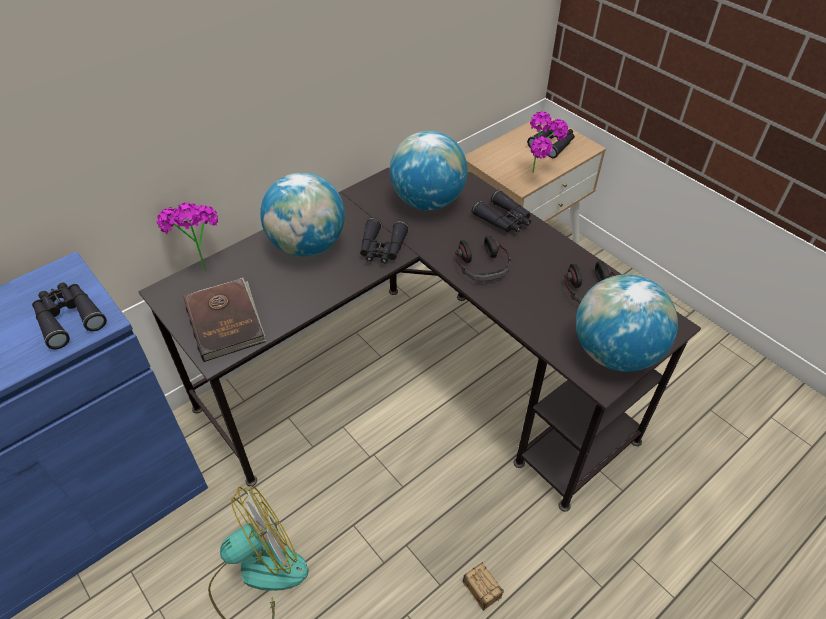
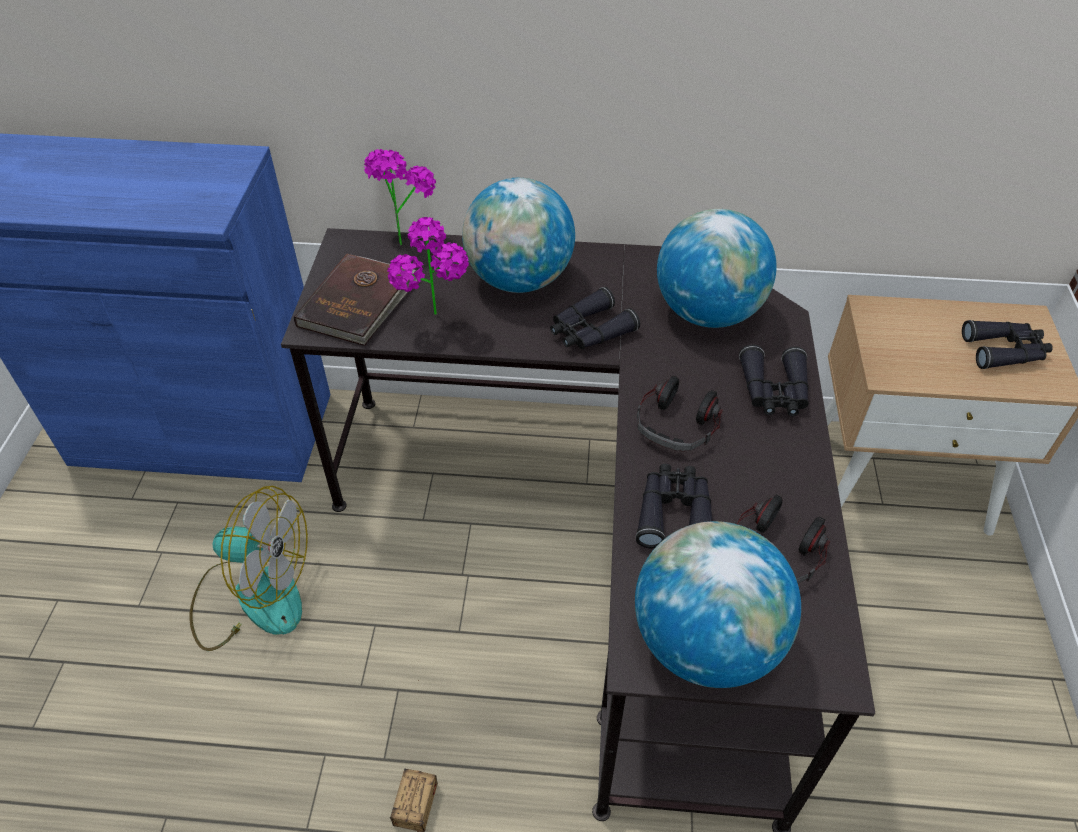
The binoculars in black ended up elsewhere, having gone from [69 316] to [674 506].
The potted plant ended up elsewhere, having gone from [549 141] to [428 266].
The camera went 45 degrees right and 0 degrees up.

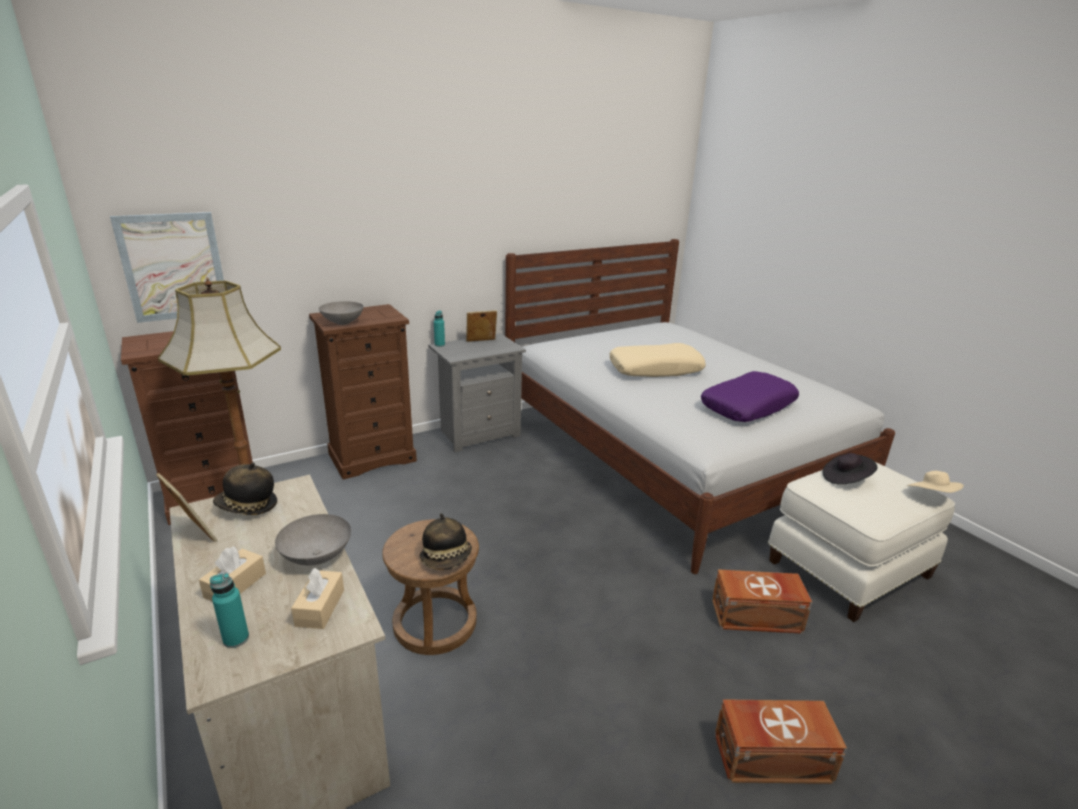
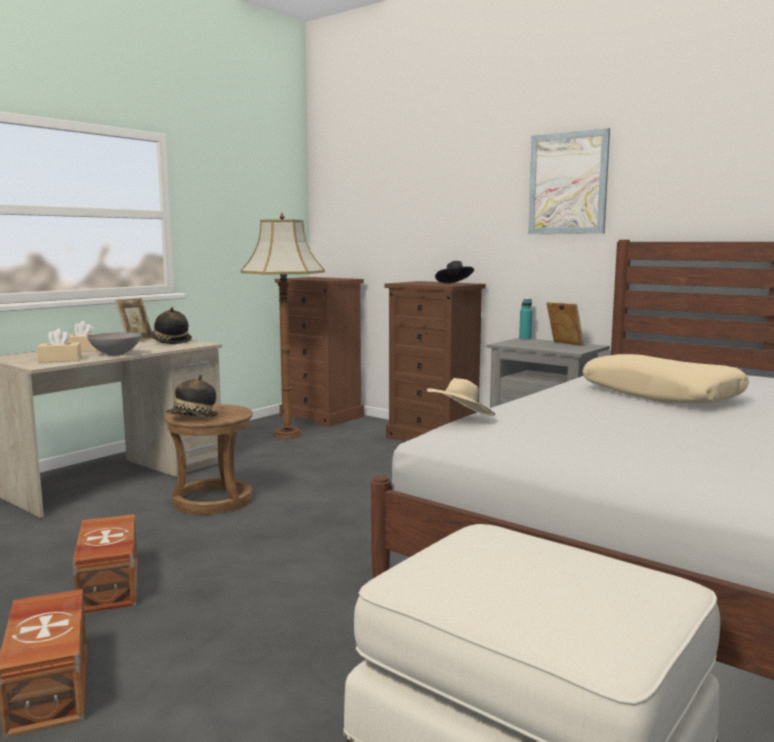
The second view lost the bottle in turquoise at [229 611].
The second view lost the bowl in grey at [341 313].
The second view lost the pillow in purple at [750 396].
The picture ended up elsewhere, having gone from [167 267] to [569 181].
The storage box in brown ended up elsewhere, having gone from [762 601] to [105 563].
The hat in black ended up elsewhere, having gone from [850 469] to [454 272].
The hat in beige ended up elsewhere, having gone from [935 482] to [461 397].
The camera went 70 degrees right and 15 degrees down.

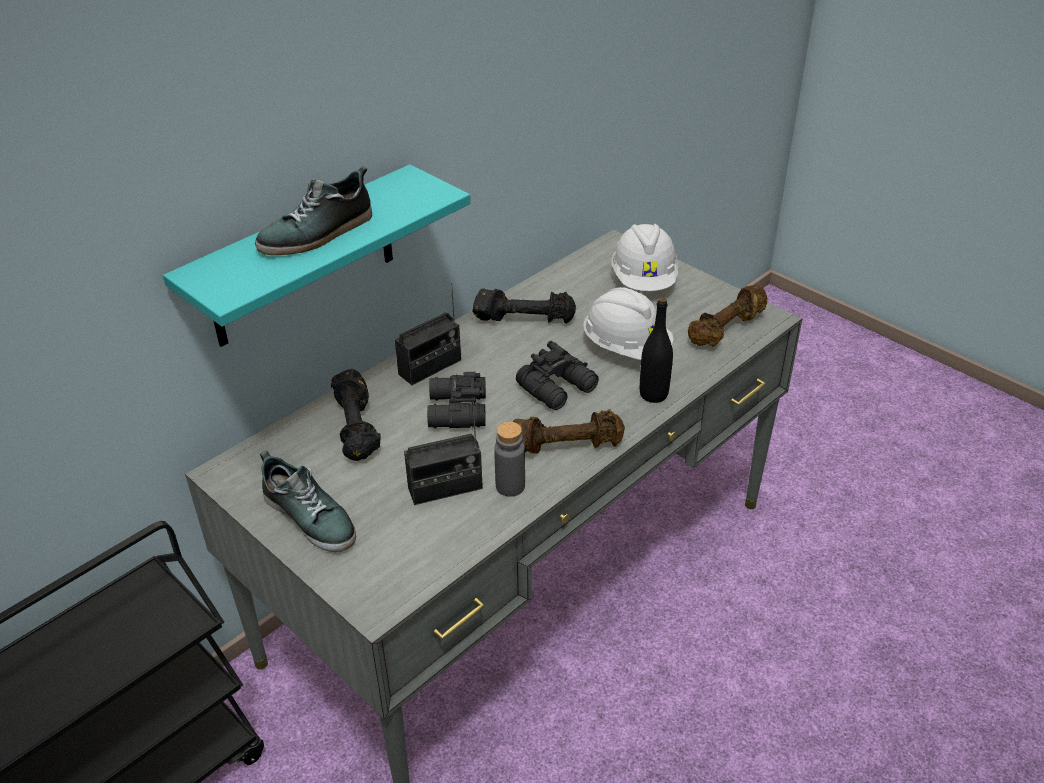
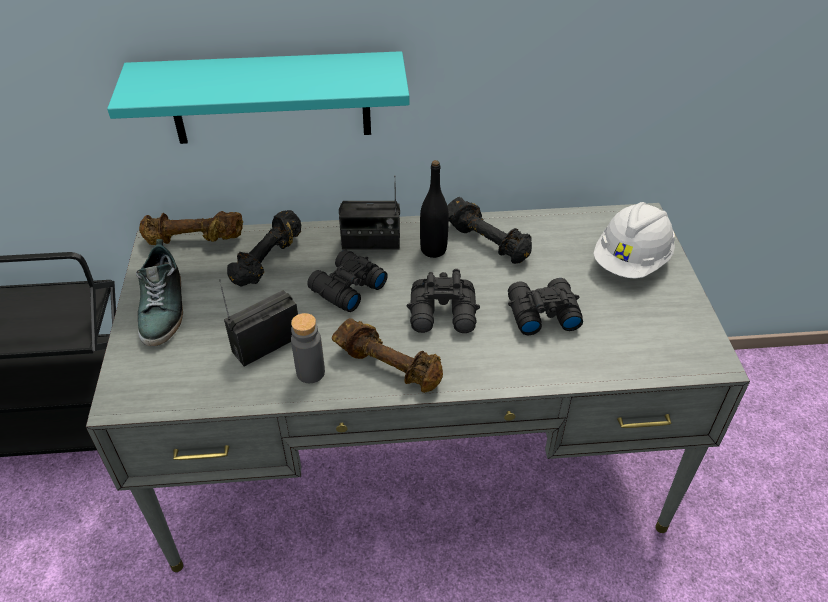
The second view lost the shoe at [313 210].
The bottle in black ended up elsewhere, having gone from [656 350] to [434 209].
The dumbbell in brown ended up elsewhere, having gone from [727 315] to [191 228].
Where the hard hat in white stood at [628 323], the binoculars in black came to stand at [545 306].
The radio at [443 455] ended up facing another way, 120 degrees clockwise from before.
The camera went 40 degrees right and 5 degrees up.

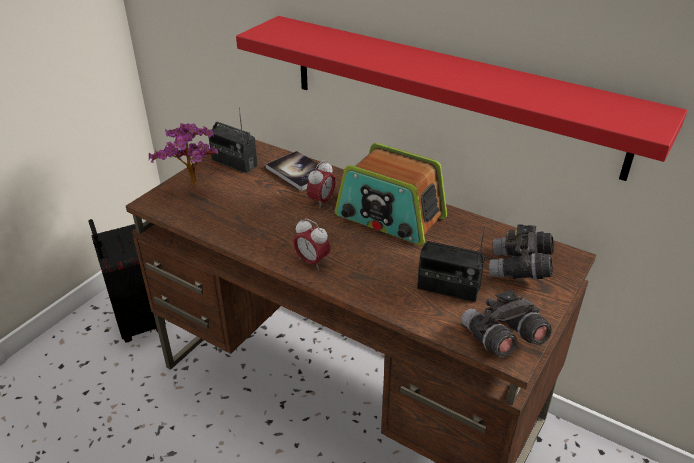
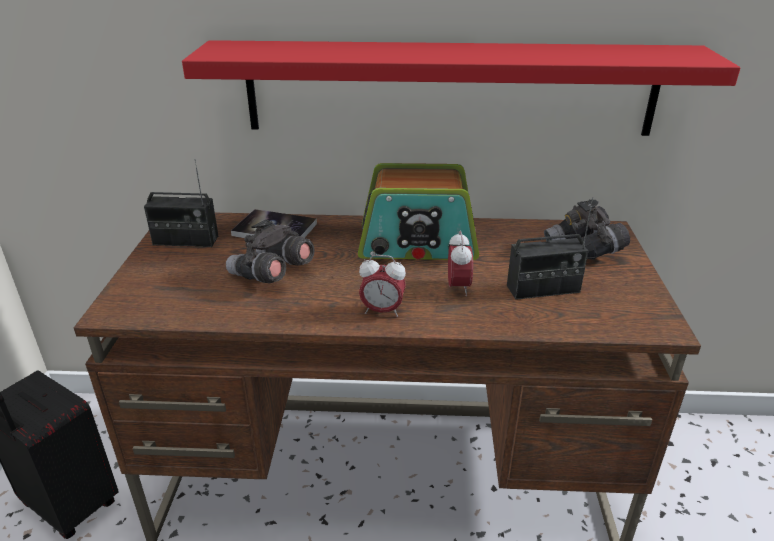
The second view lost the potted plant at [183 154].
The alarm clock ended up elsewhere, having gone from [321 183] to [460 264].
The binoculars in grey ended up elsewhere, having gone from [506 323] to [270 251].
The camera went 30 degrees left and 5 degrees down.

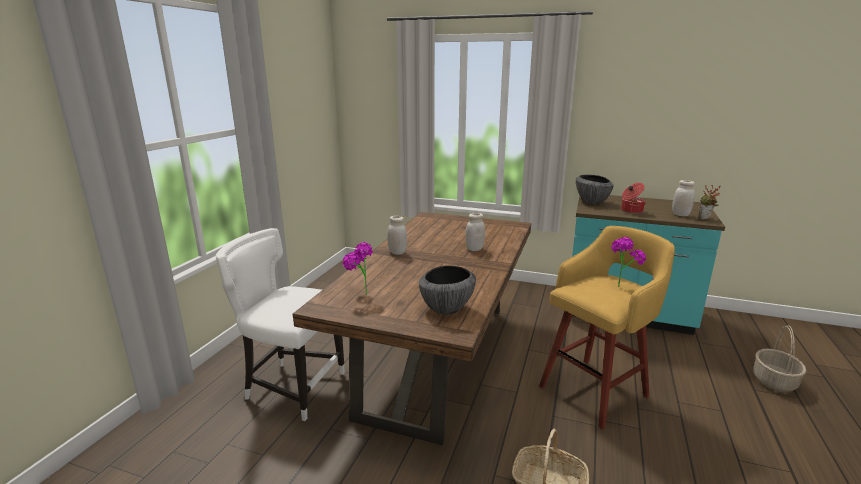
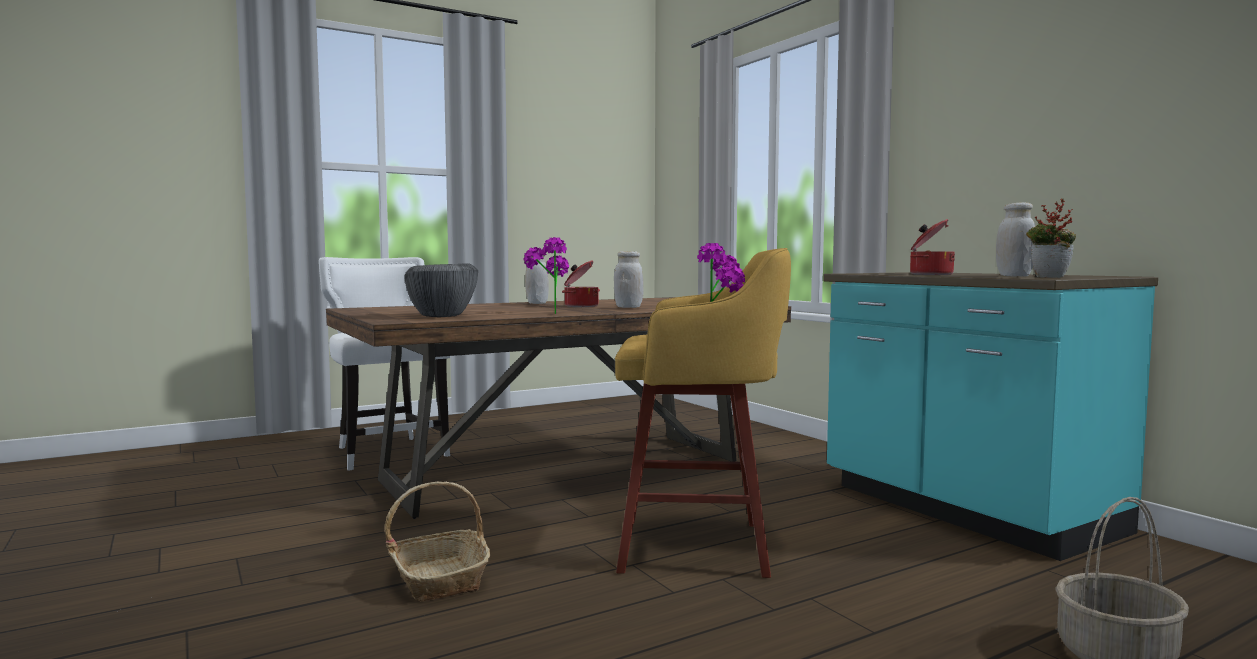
The second view lost the bowl at [595 189].
The second view gained the cooking pot at [581 284].
The potted plant ended up elsewhere, having gone from [358 268] to [546 275].
The camera went 40 degrees right and 15 degrees down.

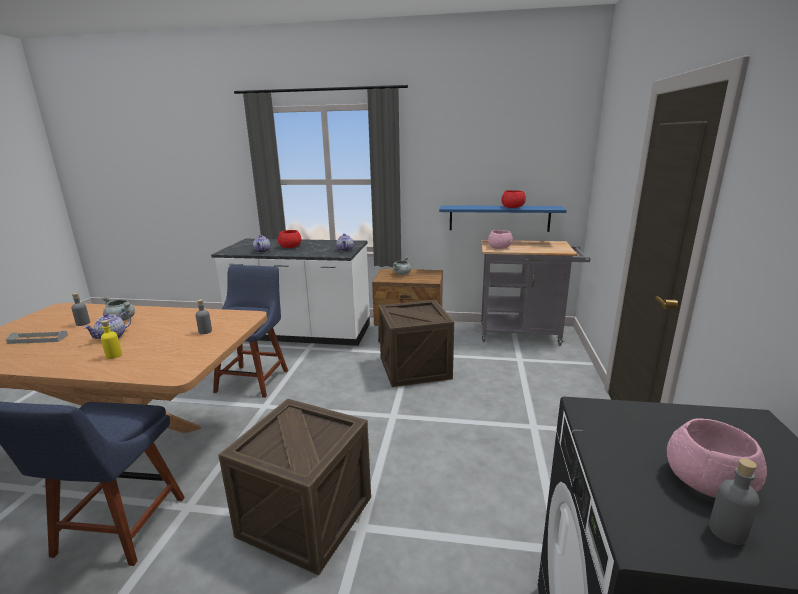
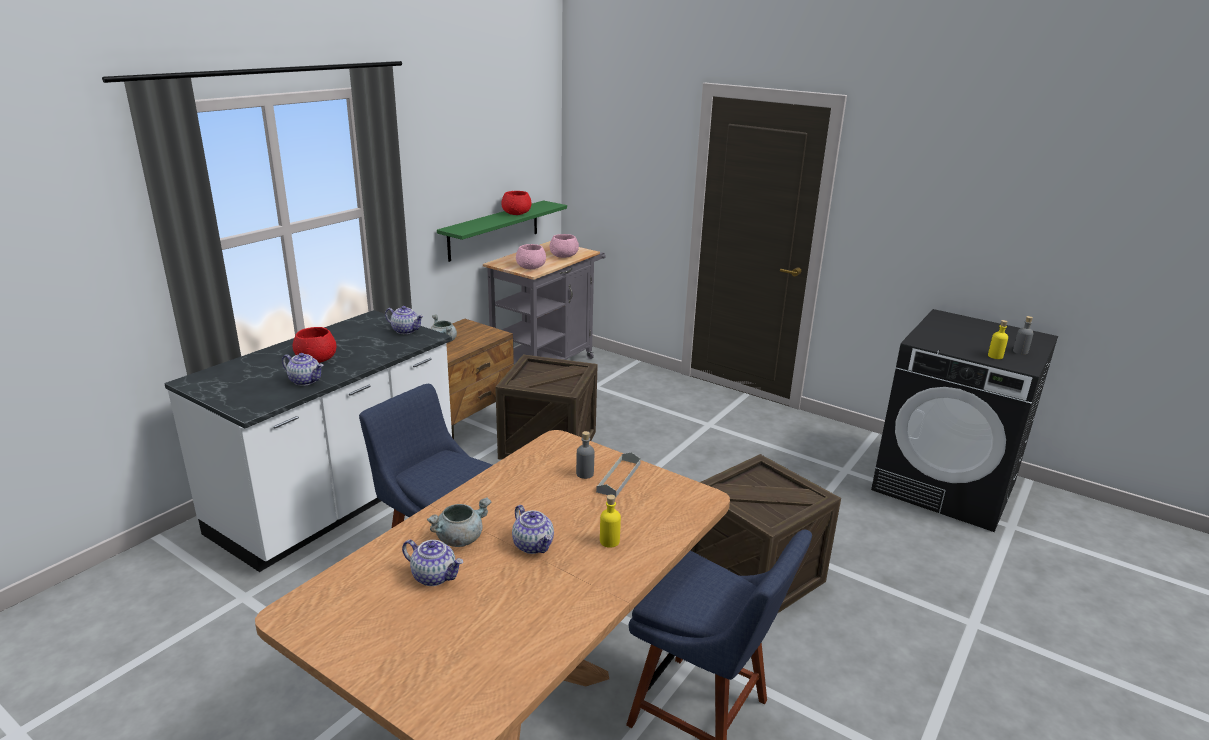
The second view gained the bottle in yellow at [998 339].
The tray in grey ended up elsewhere, having gone from [37 337] to [618 474].
The bowl in pink ended up elsewhere, having gone from [717 458] to [564 246].
Where the bottle in grey stood at [80 309], the teapot came to stand at [432 563].
What was the shelf in blue at [503 218] turned into the shelf in green at [502 231].
The camera went 65 degrees left and 5 degrees up.

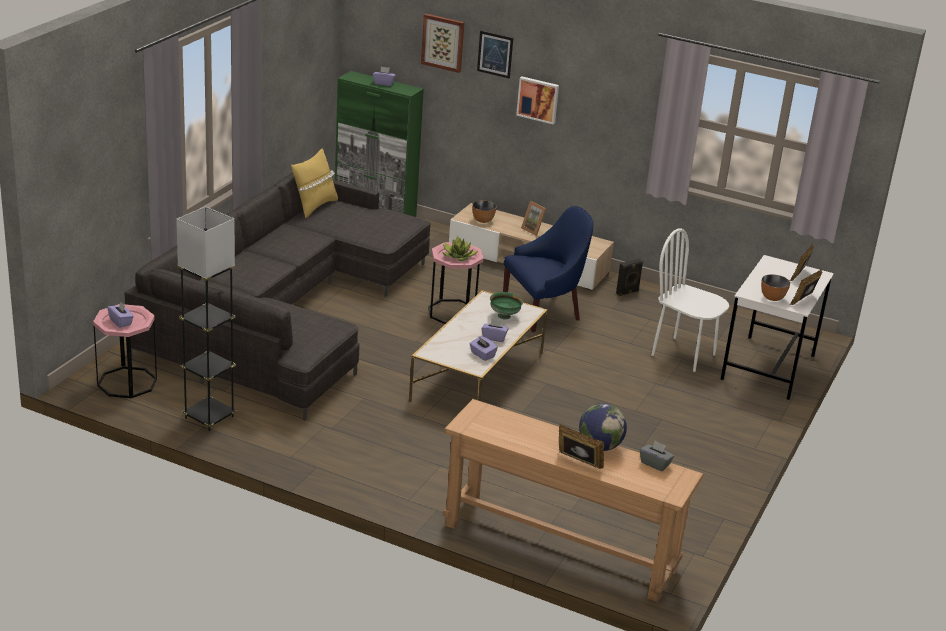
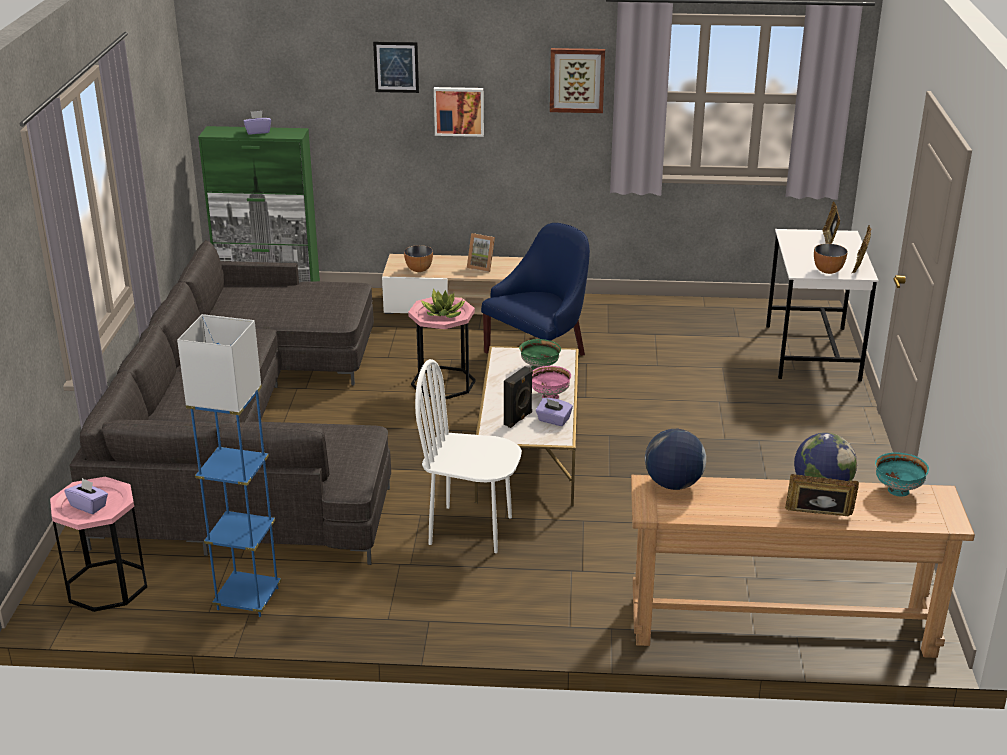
The second view lost the pillow in yellow at [314 183].
The second view gained the globe at [675 459].
The picture ended up elsewhere, having gone from [442 43] to [577 80].
The speaker in black ended up elsewhere, having gone from [629 277] to [518 397].
The chair in white ended up elsewhere, having gone from [690 300] to [468 456].
Where the tissue box in purple stood at [495 330], the bowl in pink came to stand at [551 382].
Where the tissue box in grey stood at [657 456], the bowl in turquoise came to stand at [902 474].
What was the floor lamp in black at [206 318] turned into the floor lamp in blue at [229 465].
The camera went 20 degrees left and 0 degrees up.

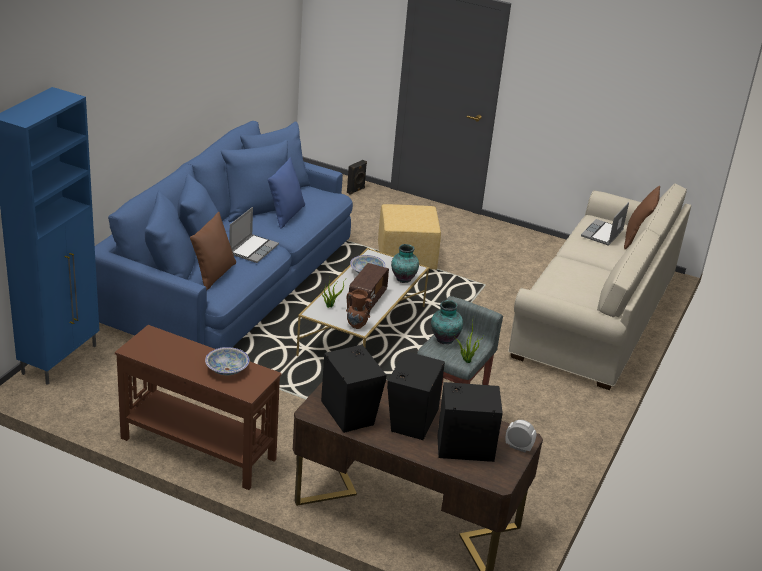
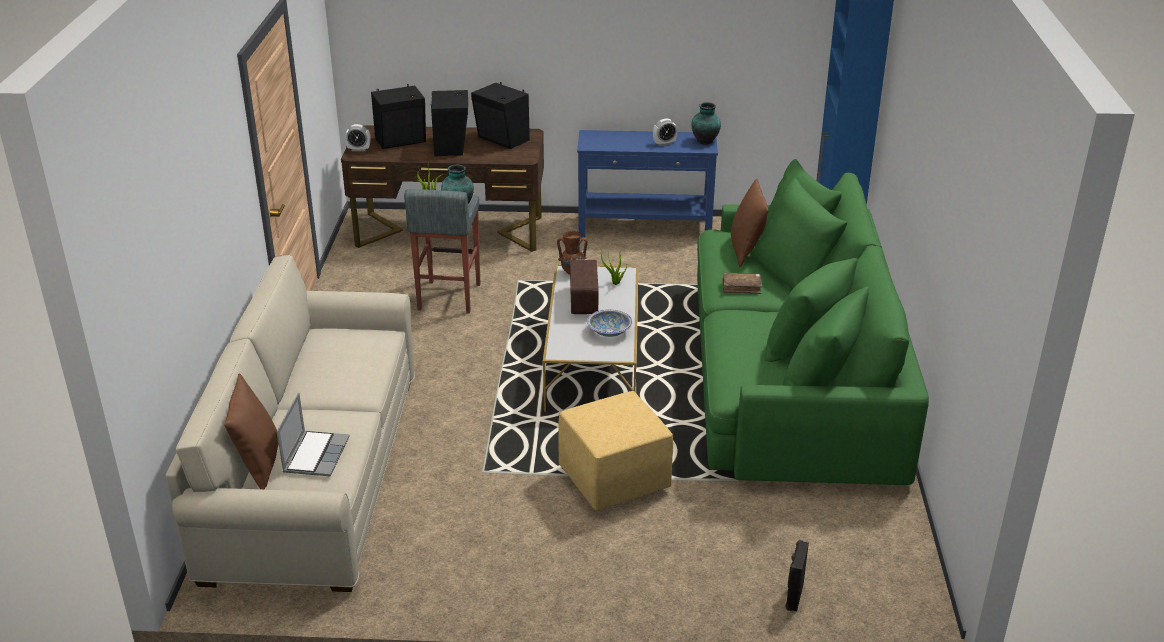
The second view lost the bowl at [227 361].
The second view lost the pillow in blue at [286 193].
The second view gained the alarm clock at [665 132].
The vase ended up elsewhere, having gone from [405 263] to [706 123].
Where the laptop stood at [254 235], the book in brown came to stand at [742 283].
What was the sofa in blue at [224 235] turned into the sofa in green at [813 322].
What was the console table in brown at [198 407] turned into the console table in blue at [647 183].
The camera went 160 degrees right and 0 degrees up.

